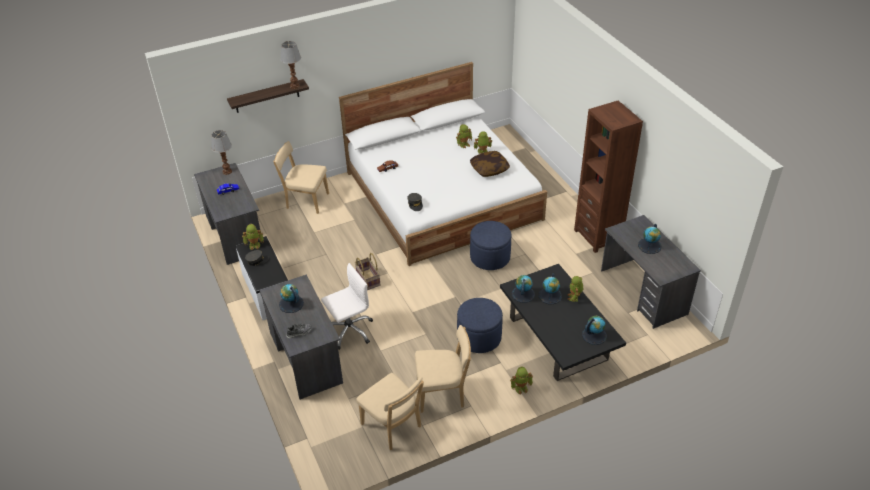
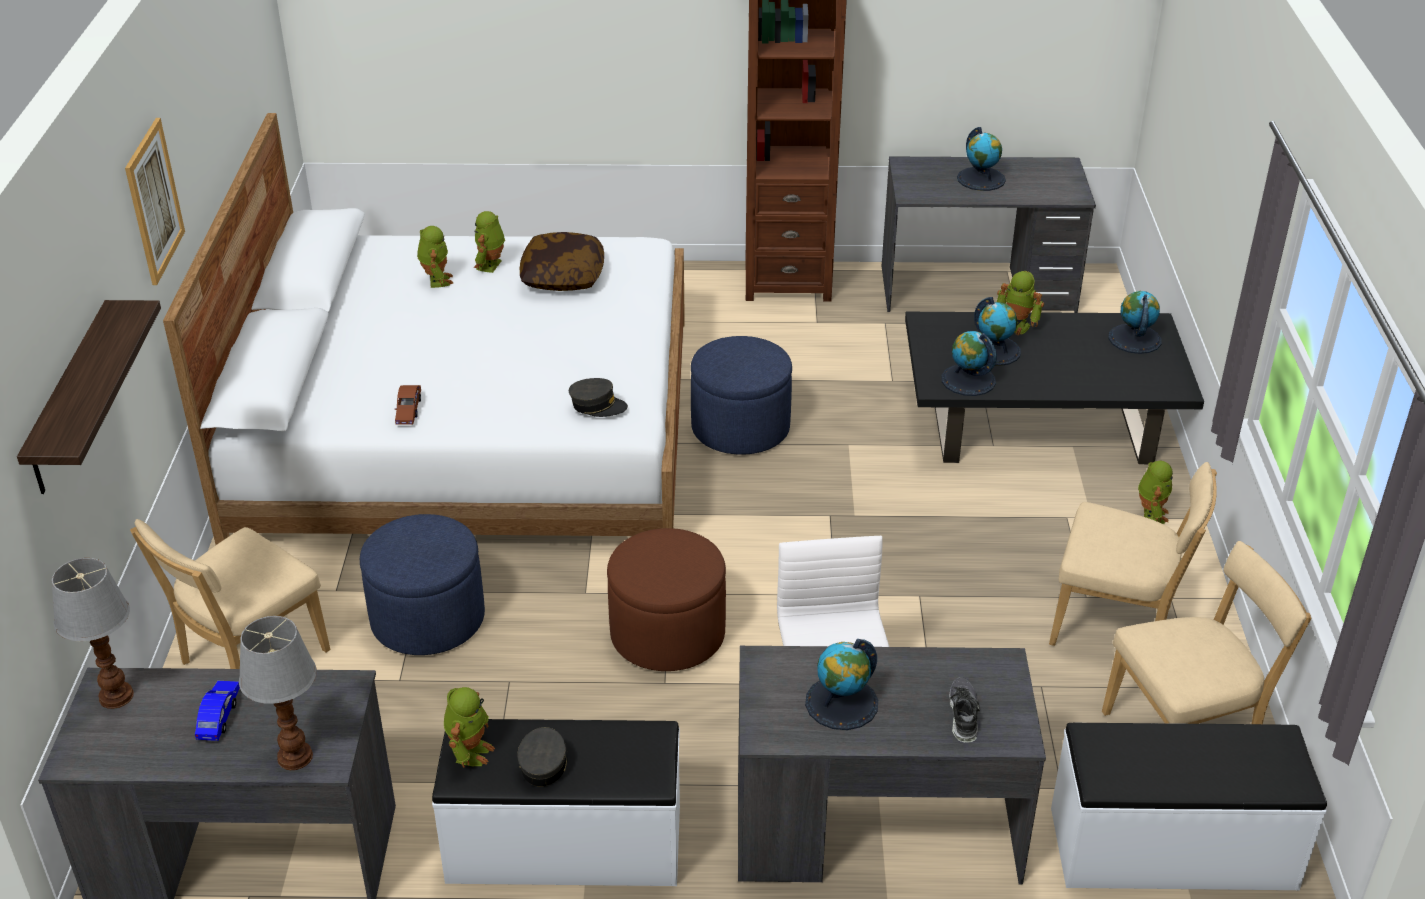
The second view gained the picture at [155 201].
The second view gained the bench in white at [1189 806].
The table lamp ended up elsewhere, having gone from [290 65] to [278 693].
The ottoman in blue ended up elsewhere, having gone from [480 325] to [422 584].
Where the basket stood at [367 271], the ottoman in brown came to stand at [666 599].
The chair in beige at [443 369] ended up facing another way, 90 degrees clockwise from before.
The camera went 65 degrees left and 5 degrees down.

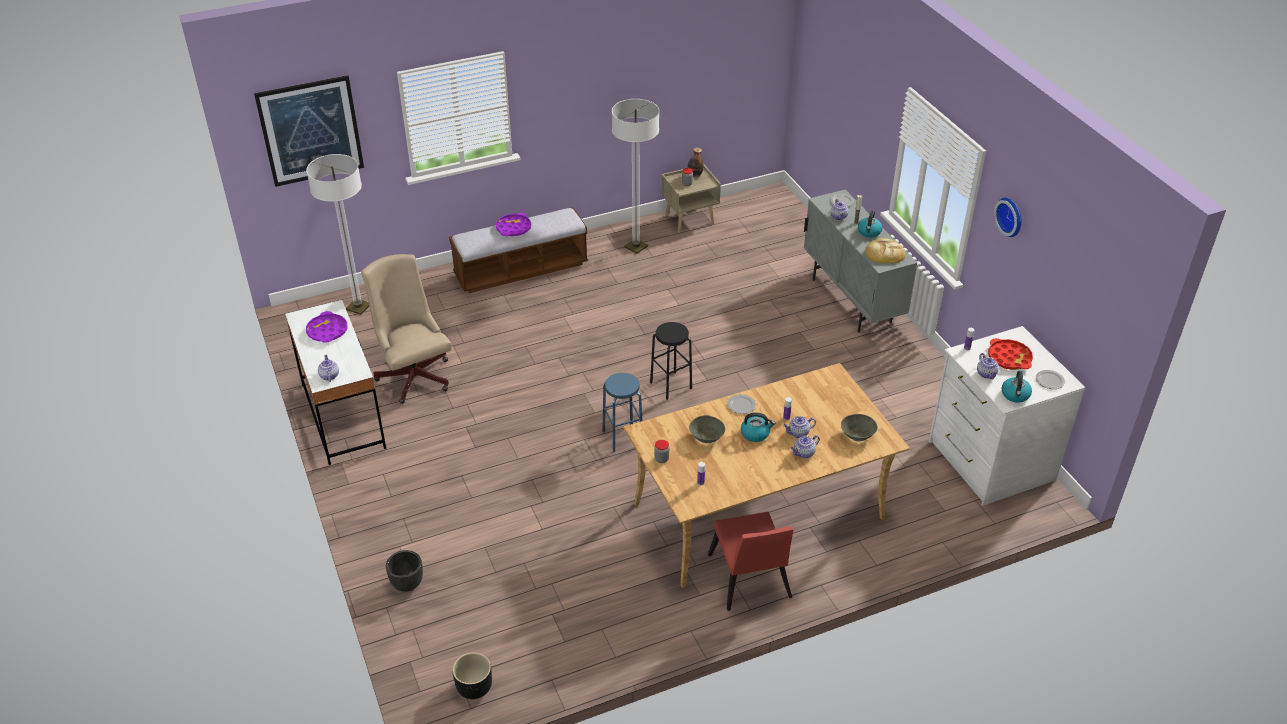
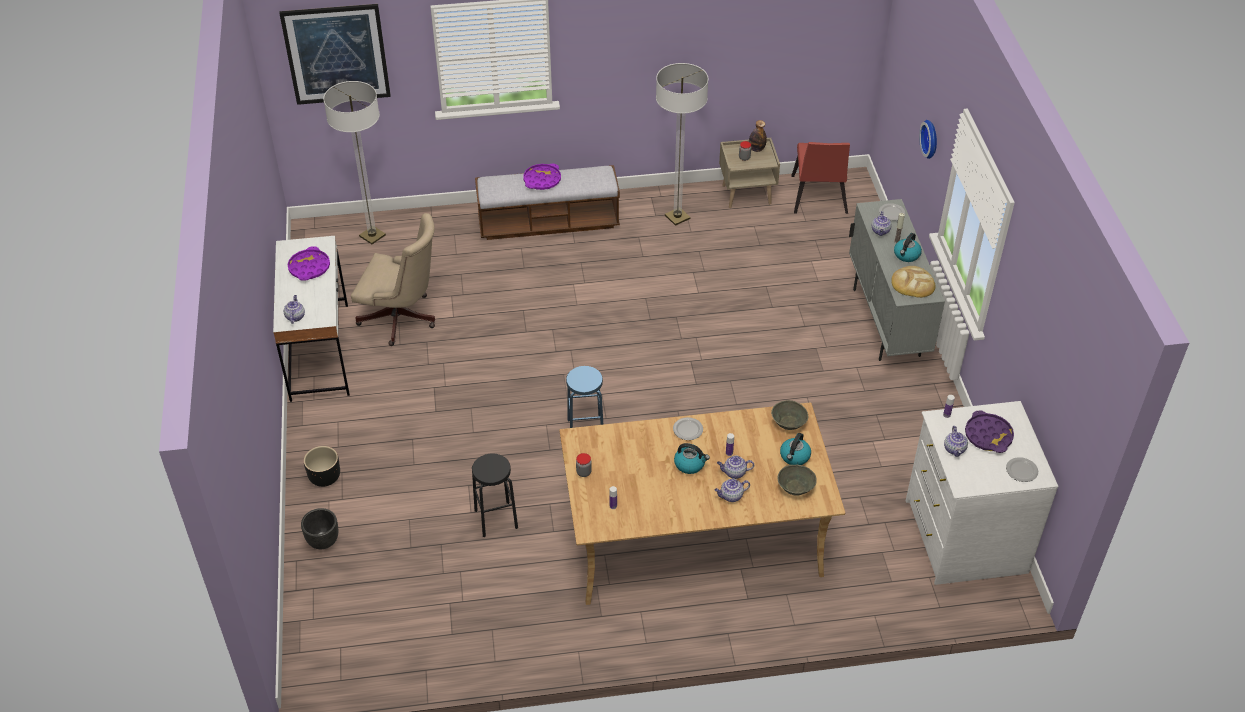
The planter in black ended up elsewhere, having gone from [472 675] to [322 466].
The stool in black ended up elsewhere, having gone from [671 361] to [495 495].
The bowl in grey ended up elsewhere, having gone from [707 429] to [789 415].
The chair in red ended up elsewhere, having gone from [751 561] to [820 178].
The wall clock ended up elsewhere, having gone from [1008 217] to [928 139].
The kettle ended up elsewhere, having gone from [1017 387] to [795 449].
What was the tray in red at [1010 354] turned into the tray in purple at [989 431].
The office chair in beige at [406 329] ended up facing another way, 120 degrees clockwise from before.
The camera went 15 degrees right and 5 degrees up.

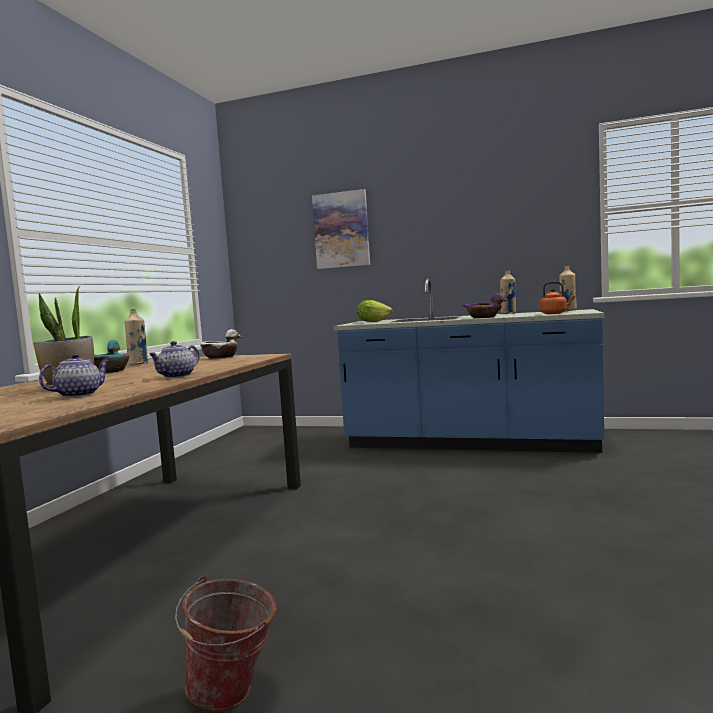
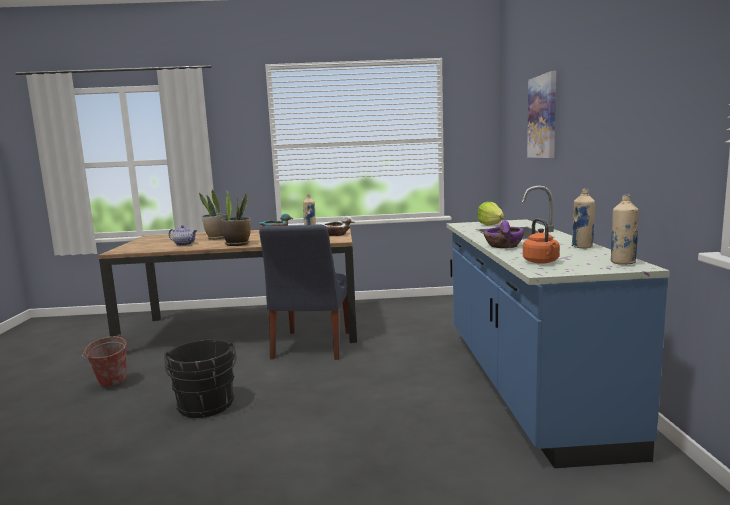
The second view gained the bucket in black at [200 378].
The second view gained the chair in blue at [304 292].
Where the teapot stood at [174 359], the potted plant came to stand at [236 218].
The camera went 70 degrees right and 5 degrees up.

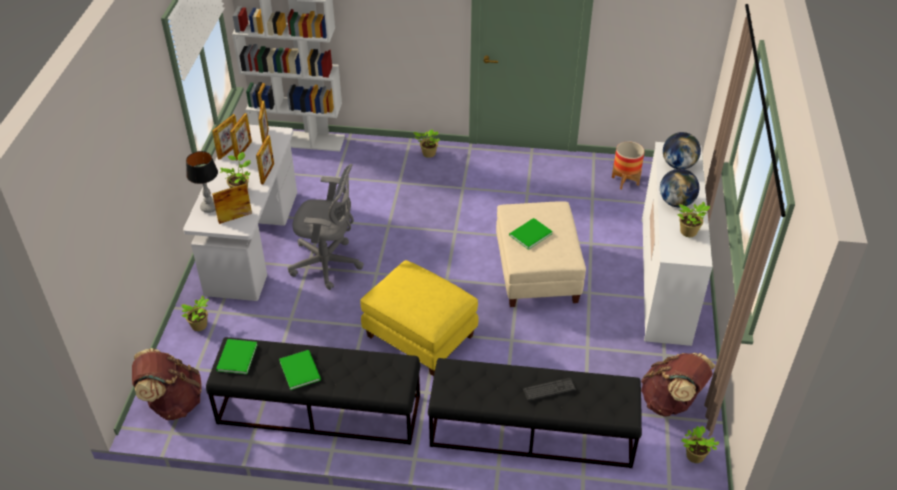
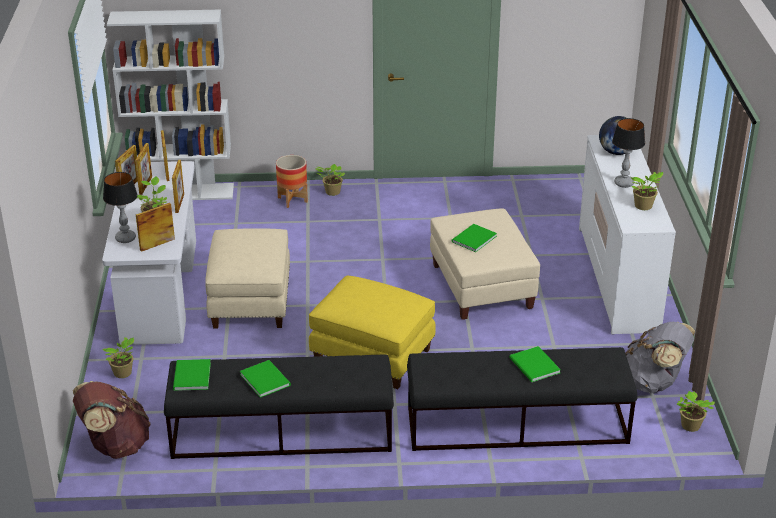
The planter ended up elsewhere, having gone from [628 165] to [292 181].
Where the office chair in grey stood at [326 227], the ottoman in beige came to stand at [247 278].
Where the keyboard stood at [549 390], the book in green came to stand at [535 364].
Where the globe stood at [680 188], the table lamp came to stand at [628 153].
What was the backpack in brown at [678 385] turned into the backpack in grey at [660 357].
The camera went 10 degrees left and 10 degrees down.

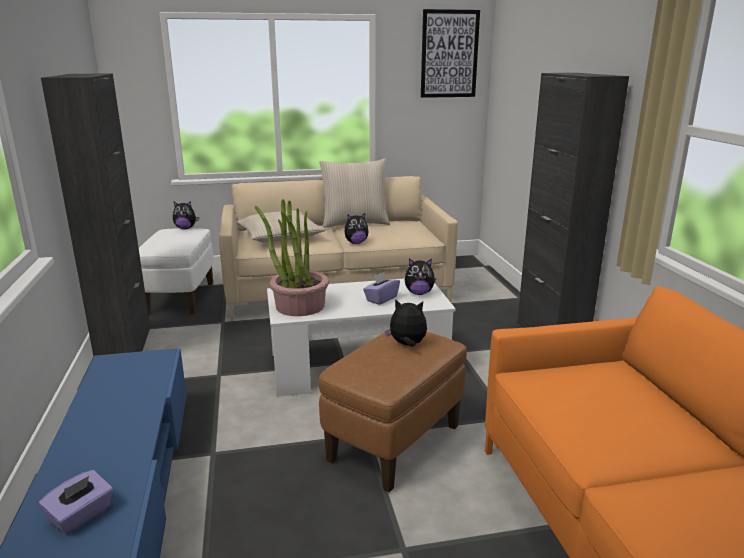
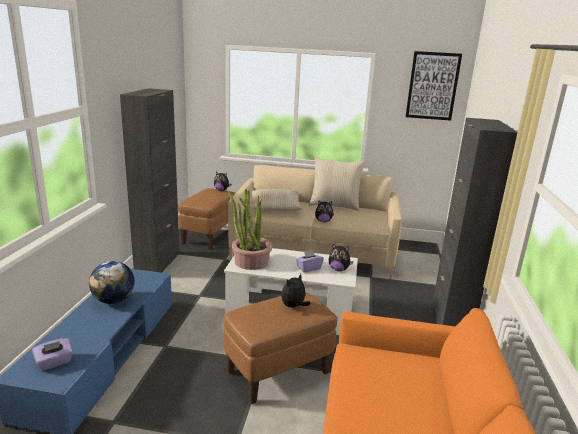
The second view gained the globe at [112 282].
What was the ottoman in white at [176 271] turned into the ottoman in brown at [207 219].
The plush toy at [406 323] ended up facing another way, 75 degrees counterclockwise from before.
The camera went 20 degrees right and 0 degrees up.

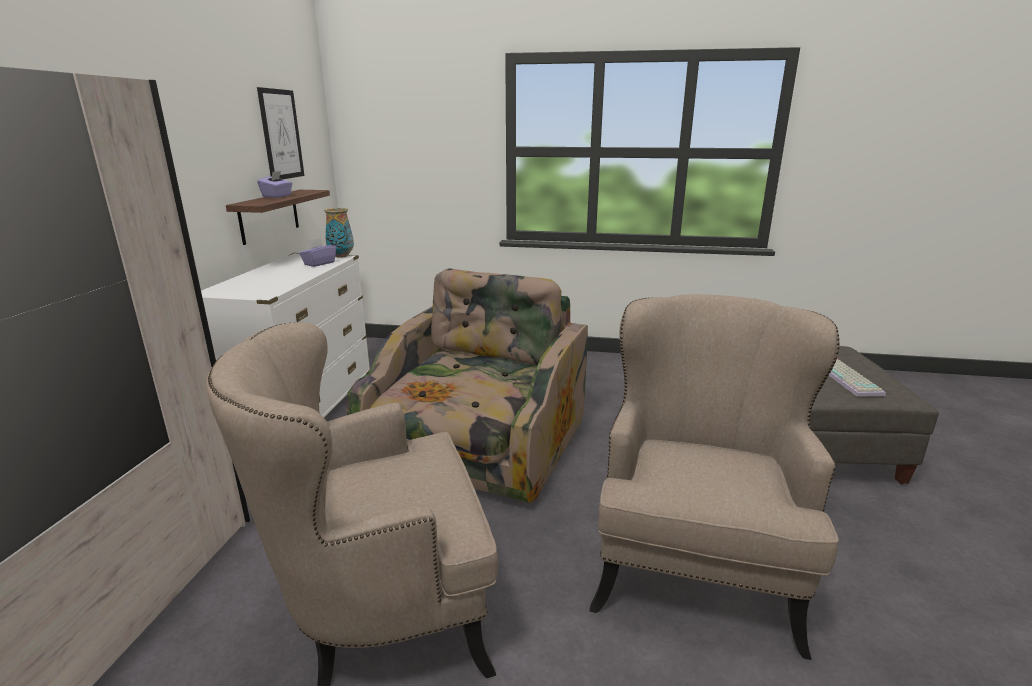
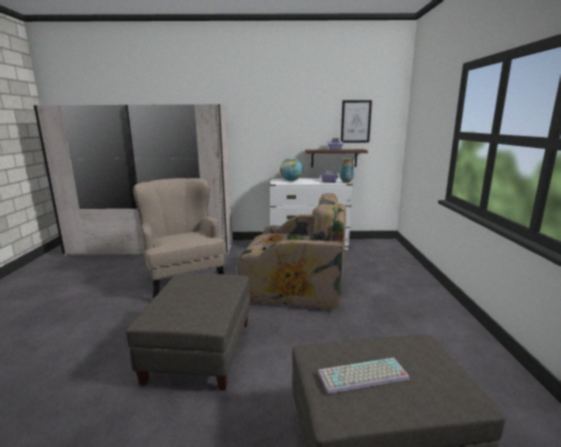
The second view gained the globe at [291 169].
Where the armchair in beige stood at [715 477], the ottoman in grey came to stand at [188 332].
The camera went 80 degrees right and 5 degrees down.

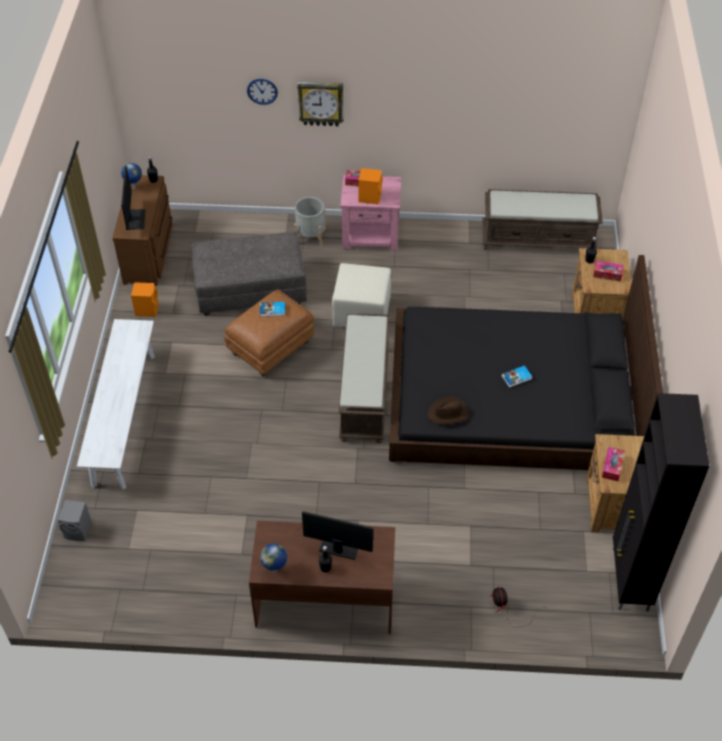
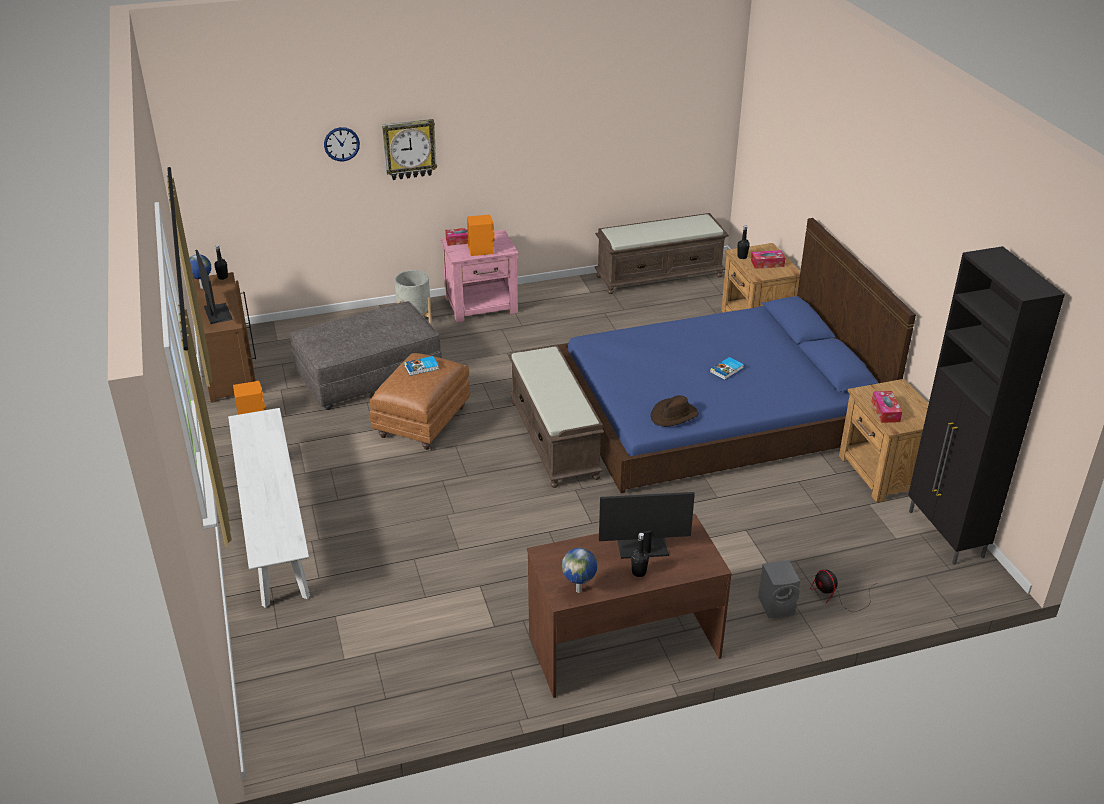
The second view lost the ottoman in beige at [361 295].
The speaker in grey ended up elsewhere, having gone from [75 520] to [779 589].
What was the bed in black at [526 362] turned into the bed in blue at [737 355].
The camera went 20 degrees left and 15 degrees down.

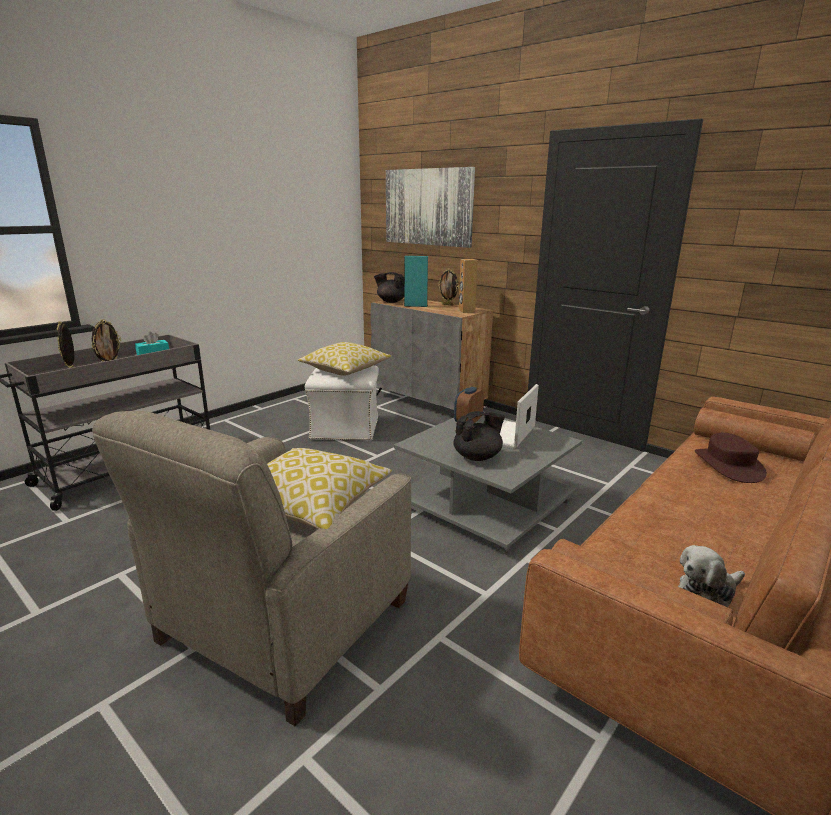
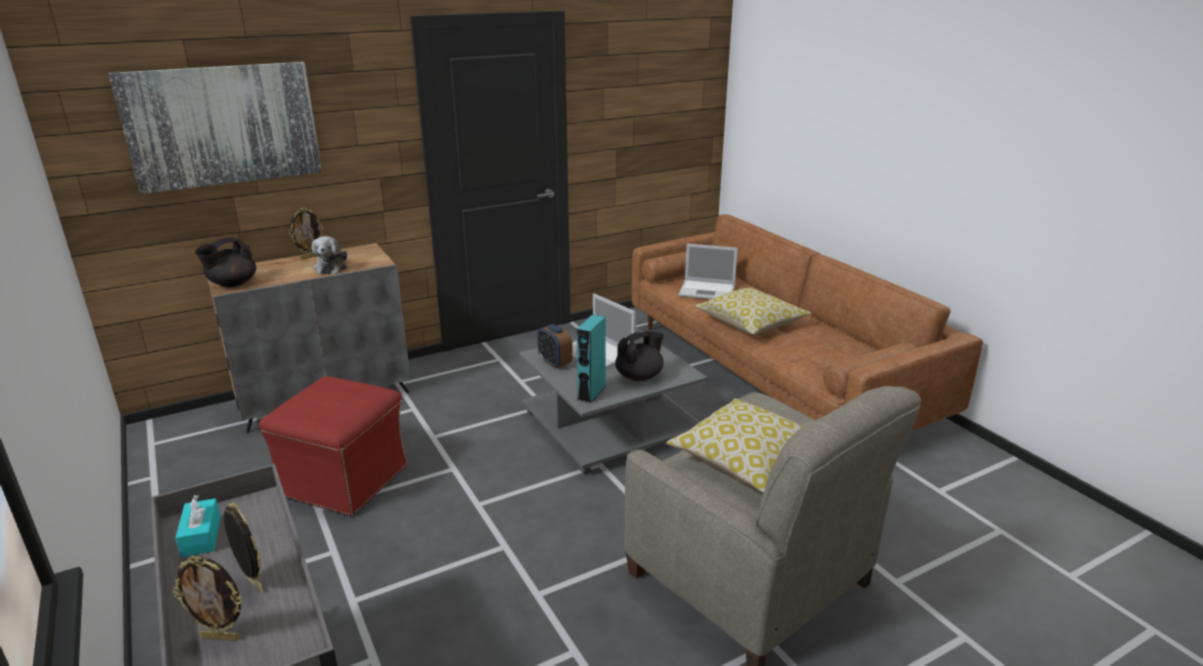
The second view lost the speaker in brown at [468 286].
The pillow ended up elsewhere, having gone from [345 359] to [753 311].
The speaker in turquoise ended up elsewhere, having gone from [416 281] to [591 358].
The plush toy ended up elsewhere, having gone from [711 576] to [329 255].
Where the hat in brown stood at [731 458], the laptop came to stand at [708 271].
What was the ottoman in white at [342 403] turned into the ottoman in red at [333 446].
The teapot in black at [479 436] ended up facing another way, 60 degrees clockwise from before.
The camera went 70 degrees left and 5 degrees up.

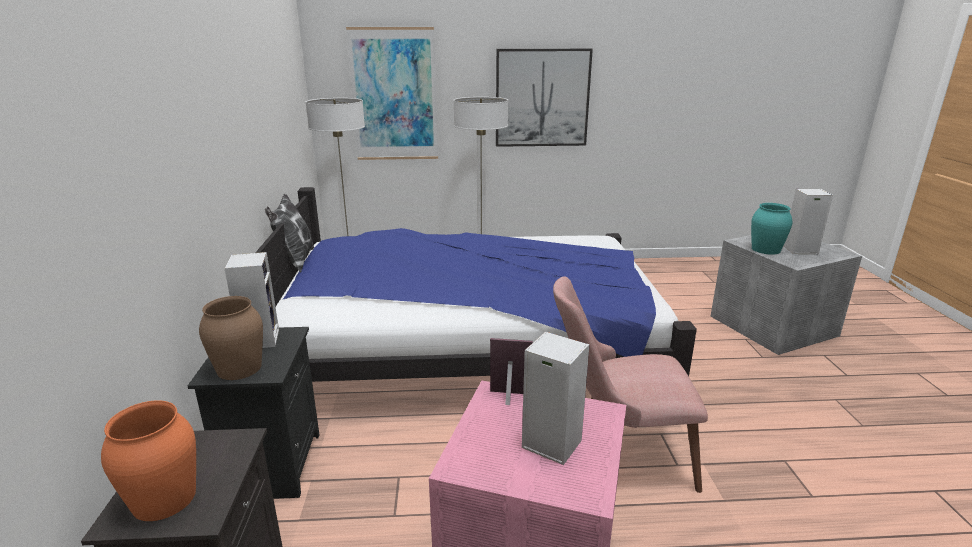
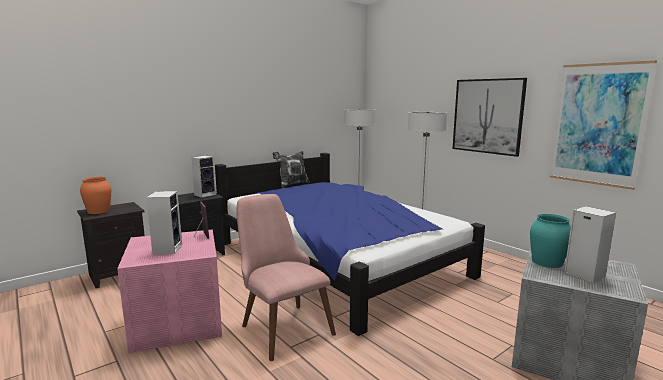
The second view lost the vase in brown at [231 338].
The picture ended up elsewhere, having gone from [392 93] to [603 125].
The camera went 55 degrees right and 10 degrees down.

